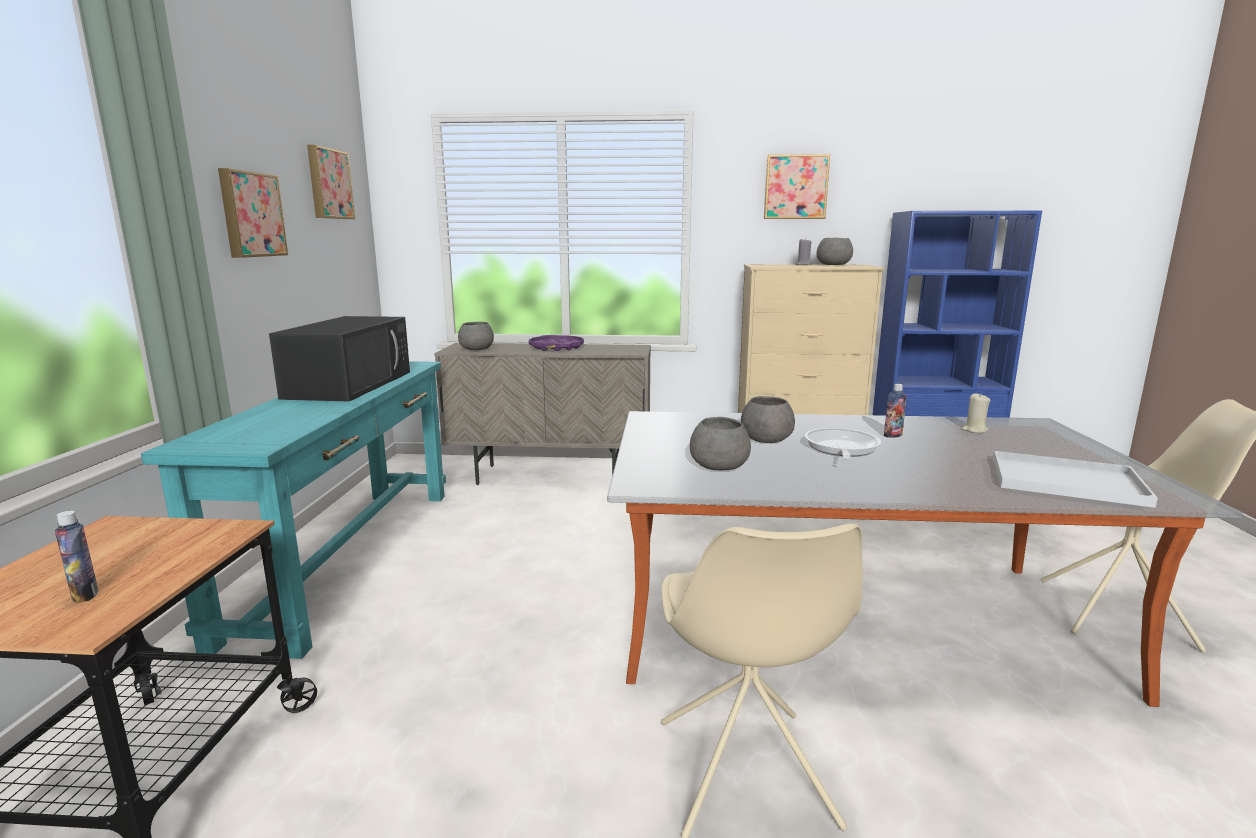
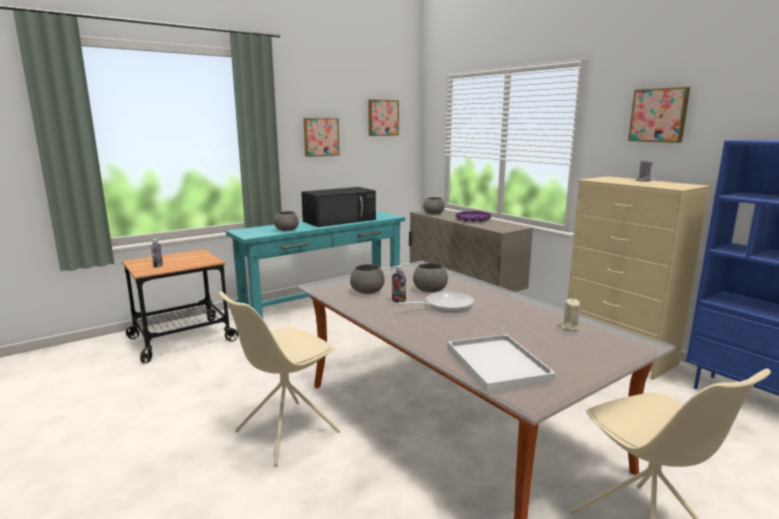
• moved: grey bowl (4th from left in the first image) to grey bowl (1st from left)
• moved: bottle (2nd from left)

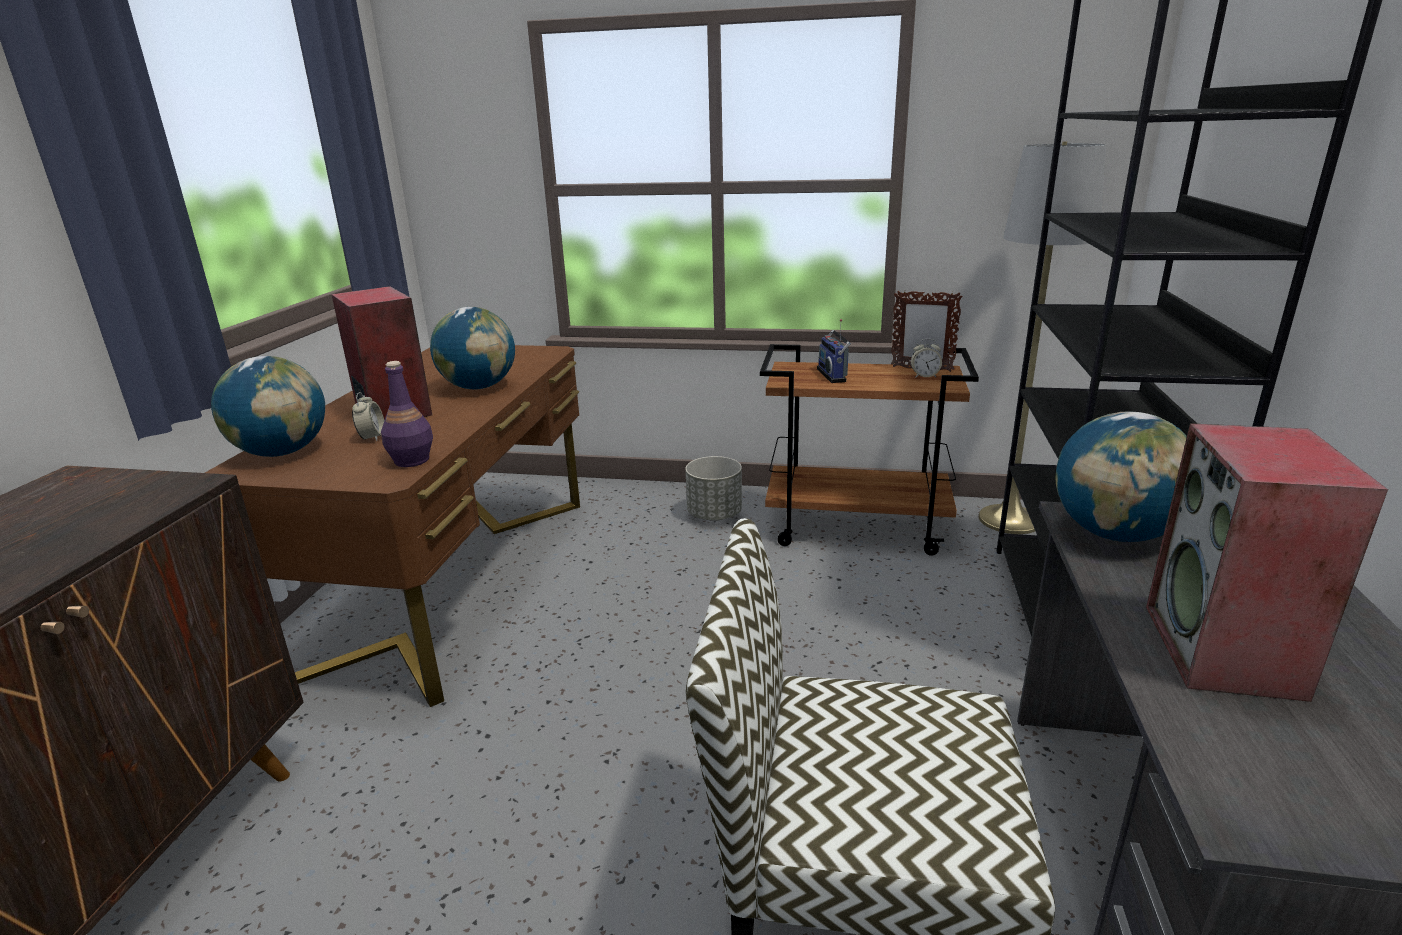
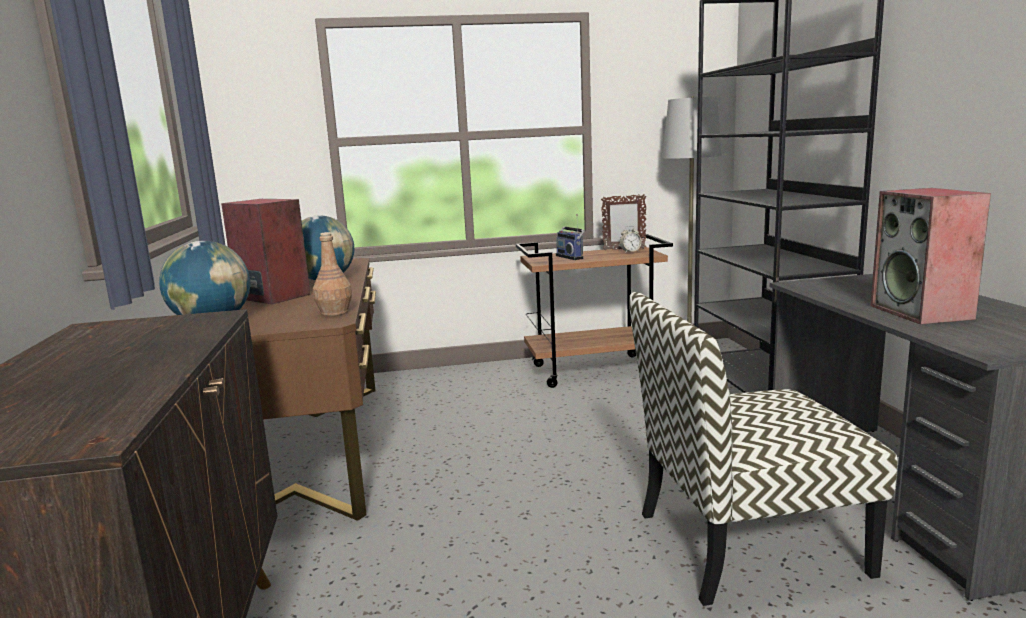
• removed: alarm clock (1st from left)
• removed: grey planter
• removed: globe (3rd from left)
• recoloured: purple bottle to brown bottle

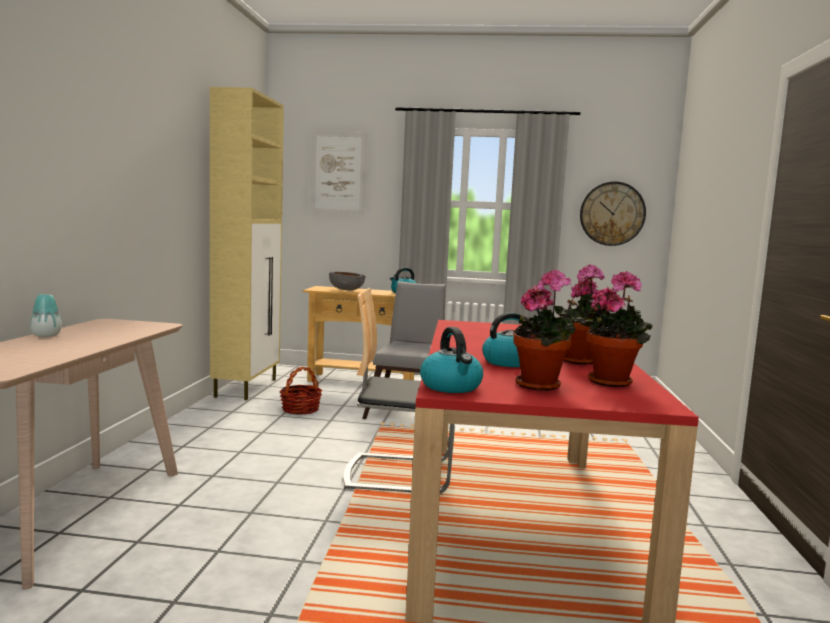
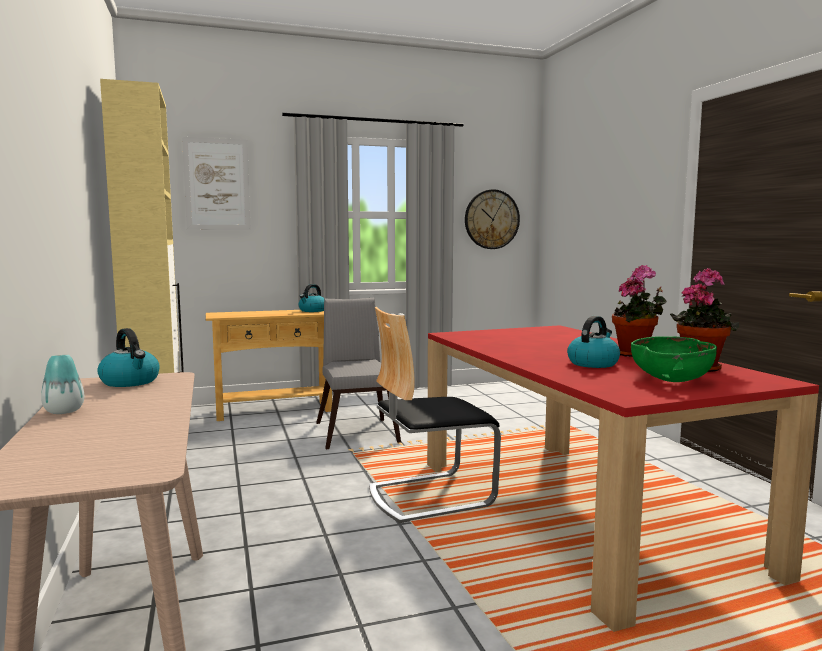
• removed: basket
• removed: grey bowl
• moved: kettle (2nd from left in the first image) to kettle (1st from left)
• replaced: potted plant (1st from left) to green bowl

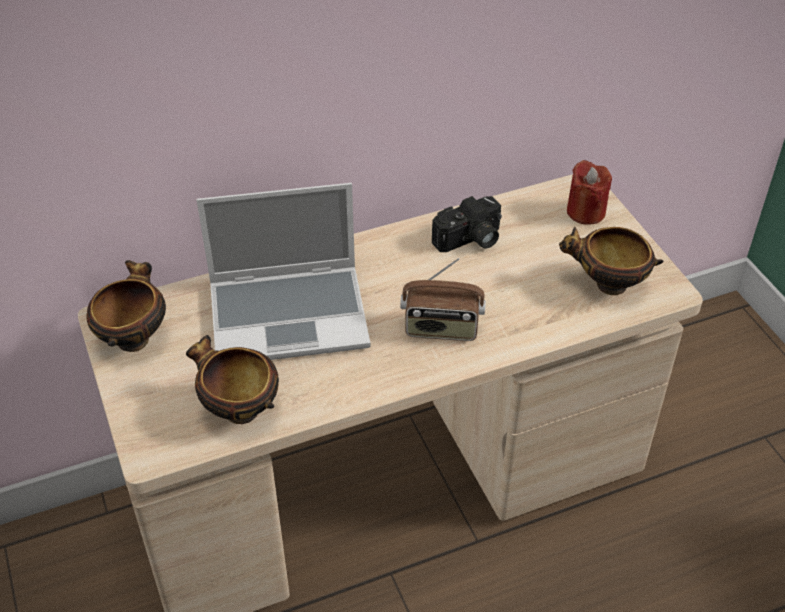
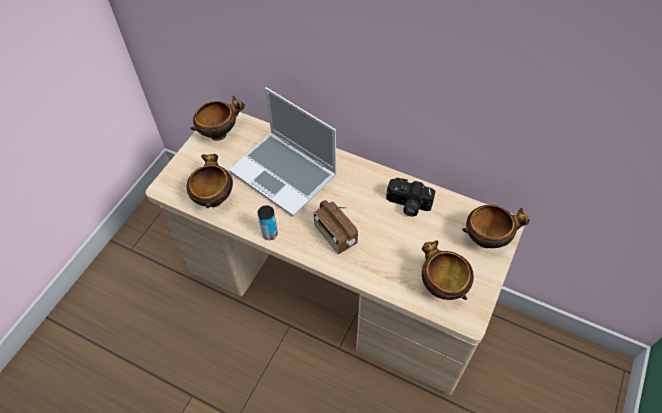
• added: can
• replaced: red candle to bowl (4th from left)

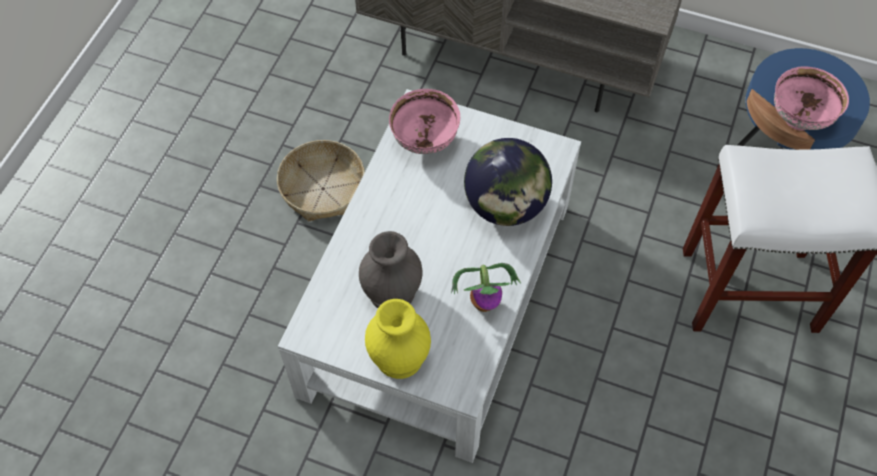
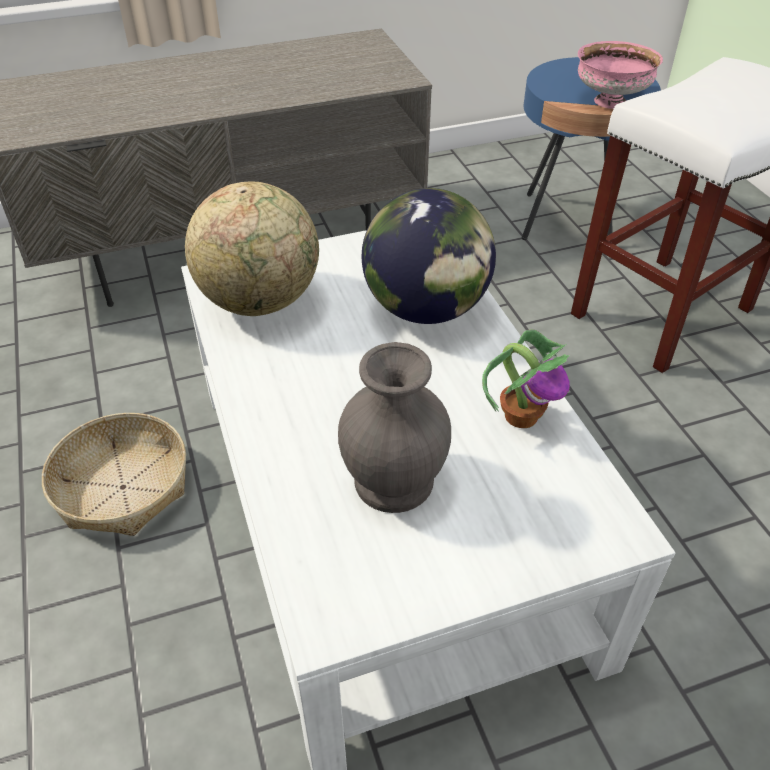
• removed: yellow vase
• replaced: pink bowl (1st from left) to globe (1st from left)

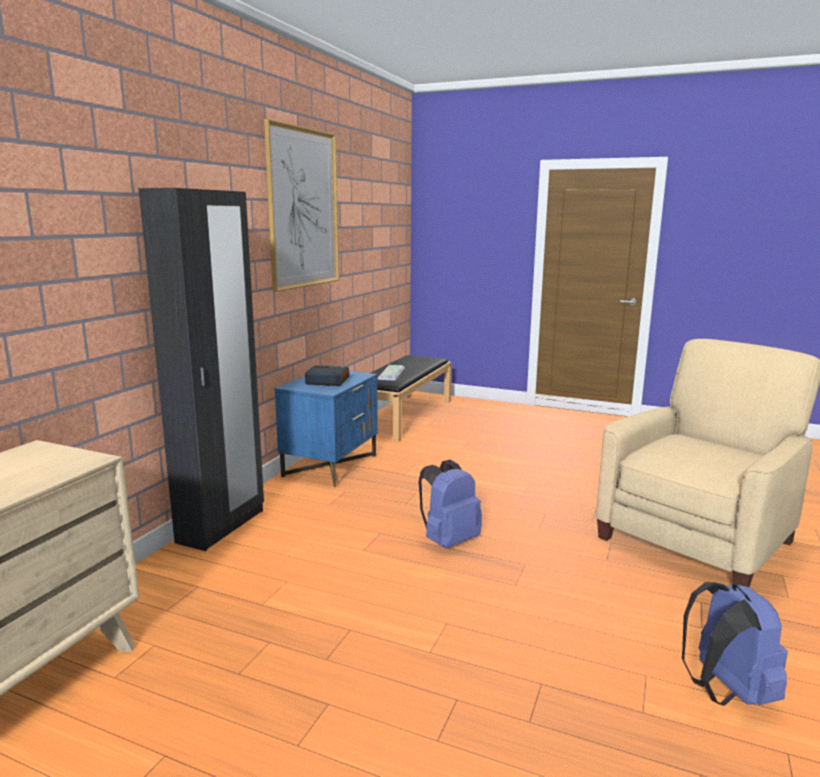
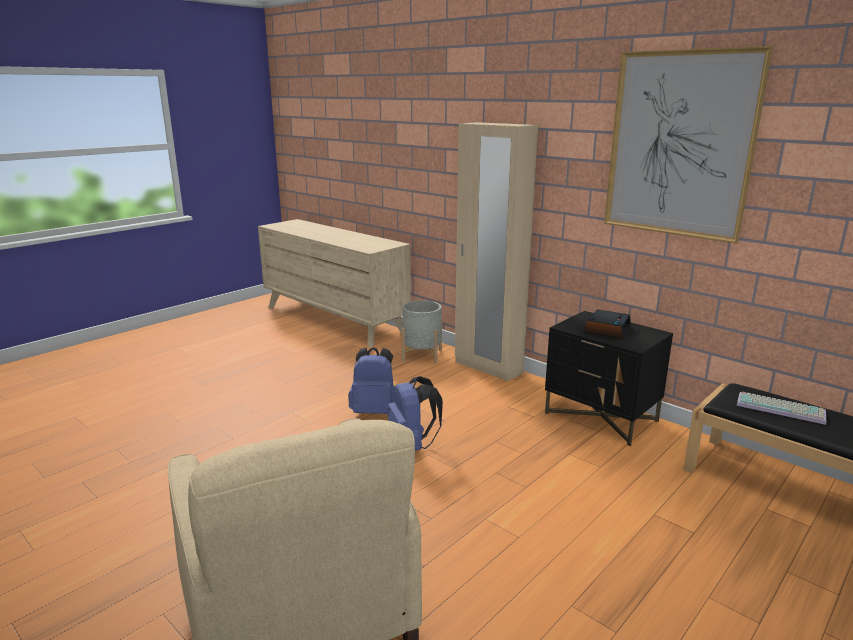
• added: grey planter
• moved: blue backpack (2nd from left in the first image) to blue backpack (1st from left)
• recoloured: black wardrobe to beige wardrobe
• recoloured: blue nightstand to black nightstand

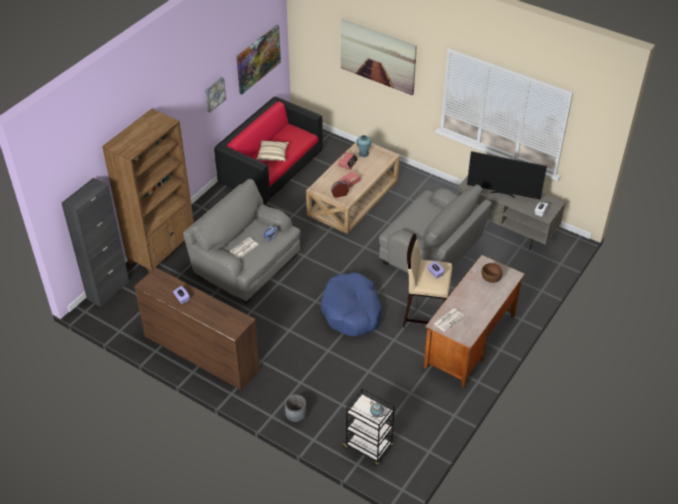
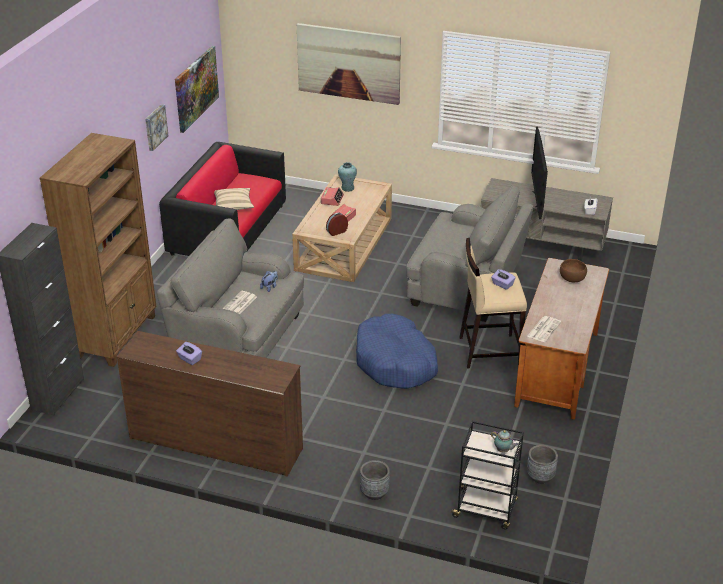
• added: grey planter (2nd from left)
• turned: television 90 degrees clockwise

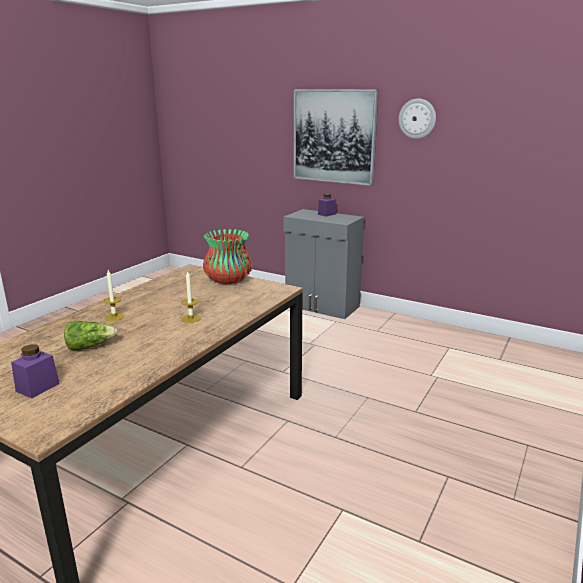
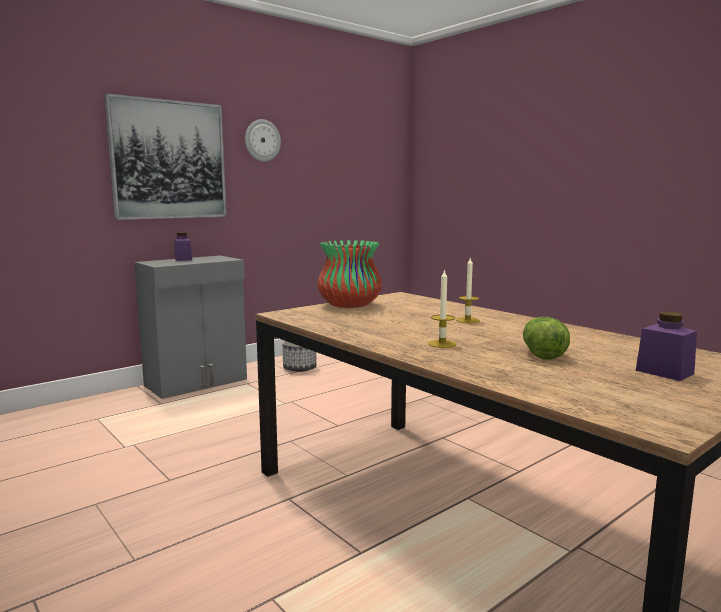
• added: planter

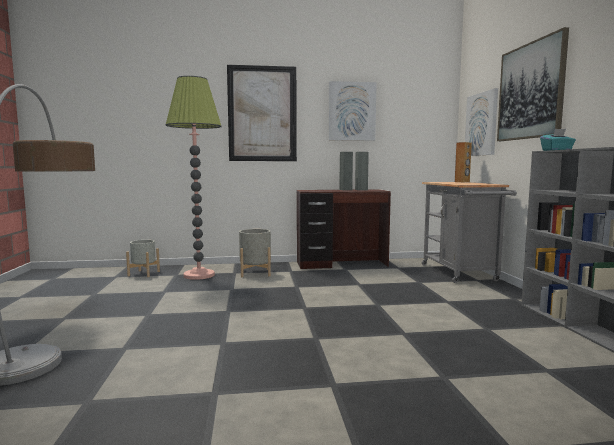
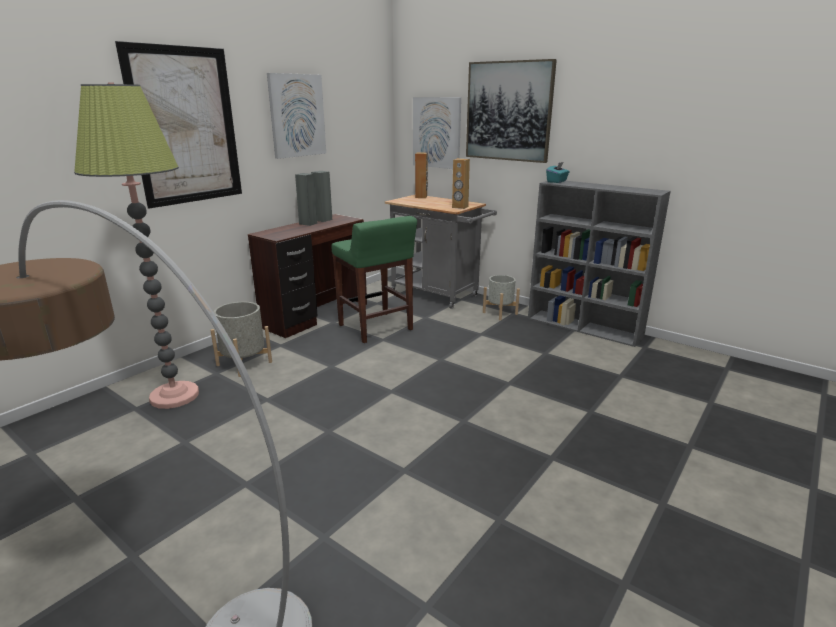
• added: green stool
• added: brown speaker (2nd from left)
• moved: grey planter (1st from left in the first image) to grey planter (2nd from left)

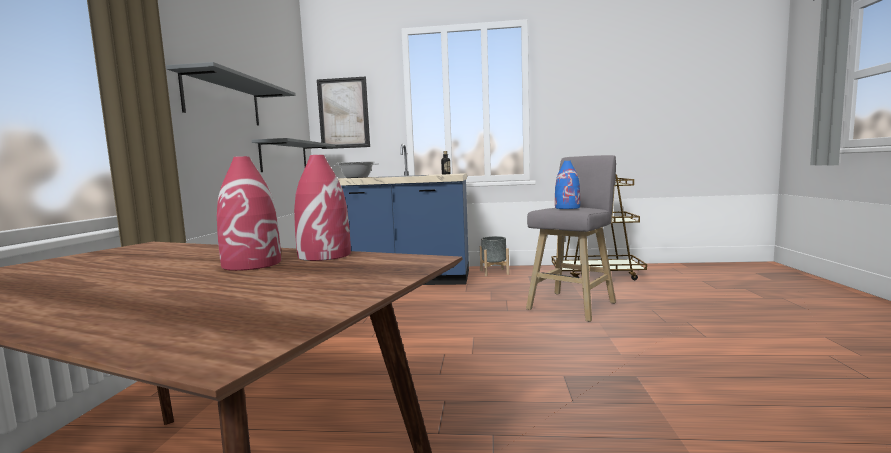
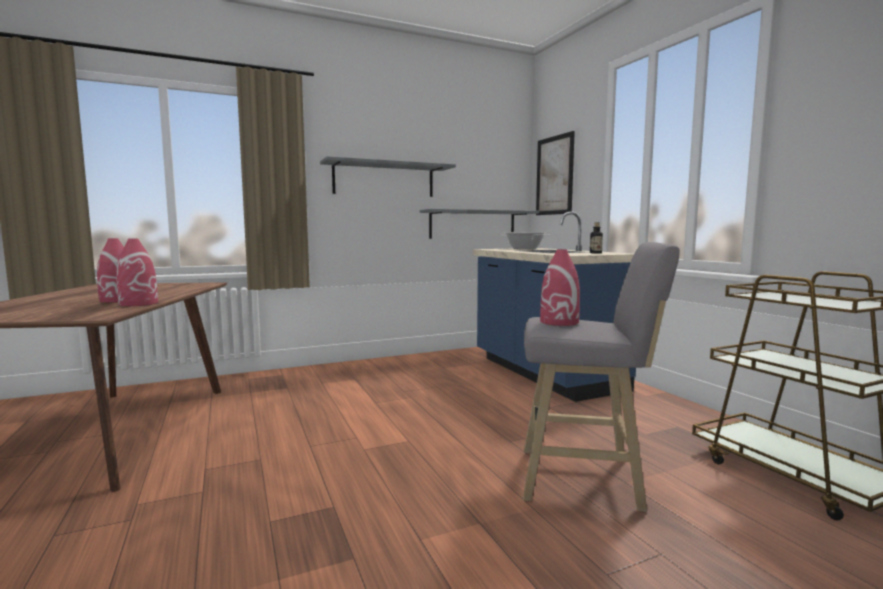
• removed: grey planter
• recoloured: blue vase to red vase (3rd from left)

